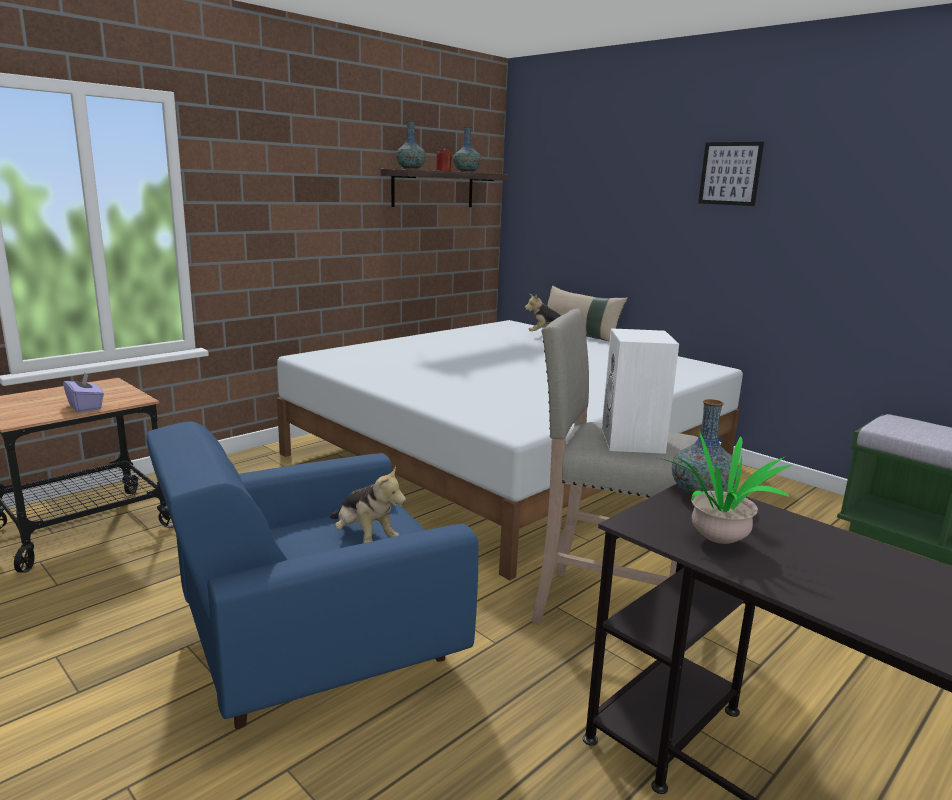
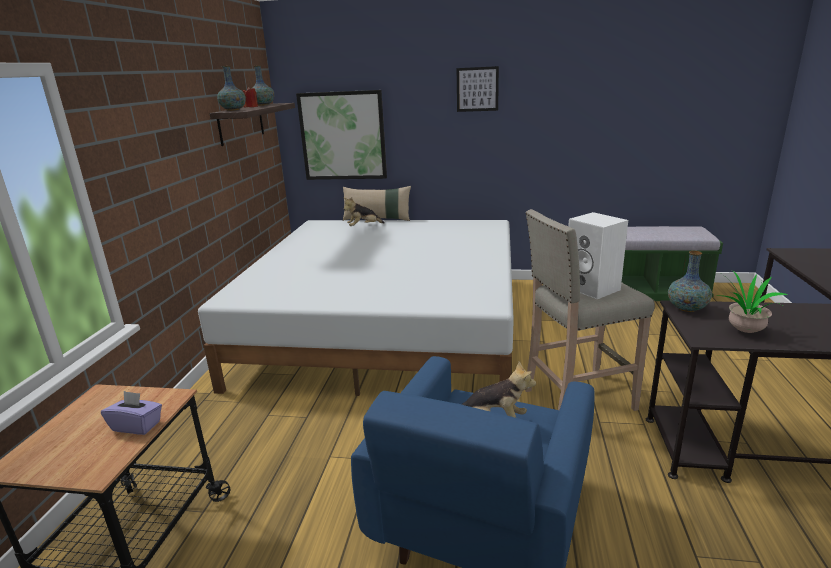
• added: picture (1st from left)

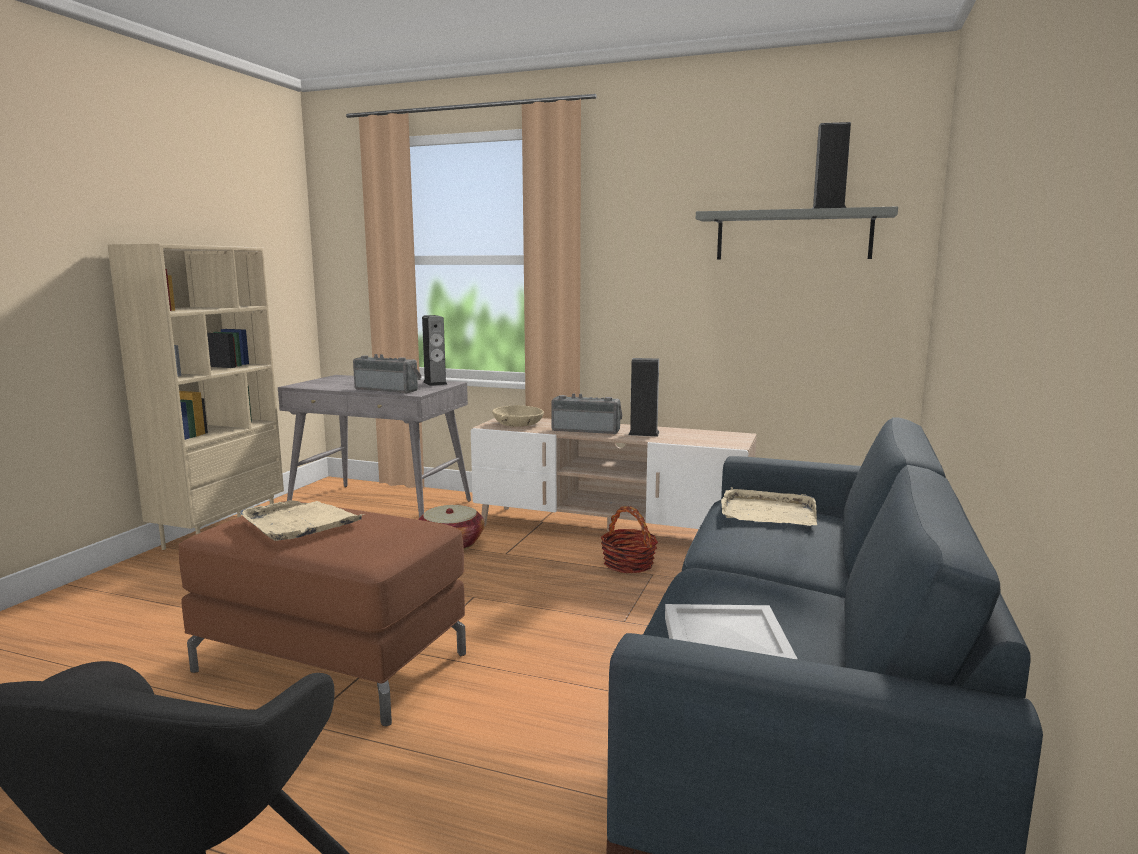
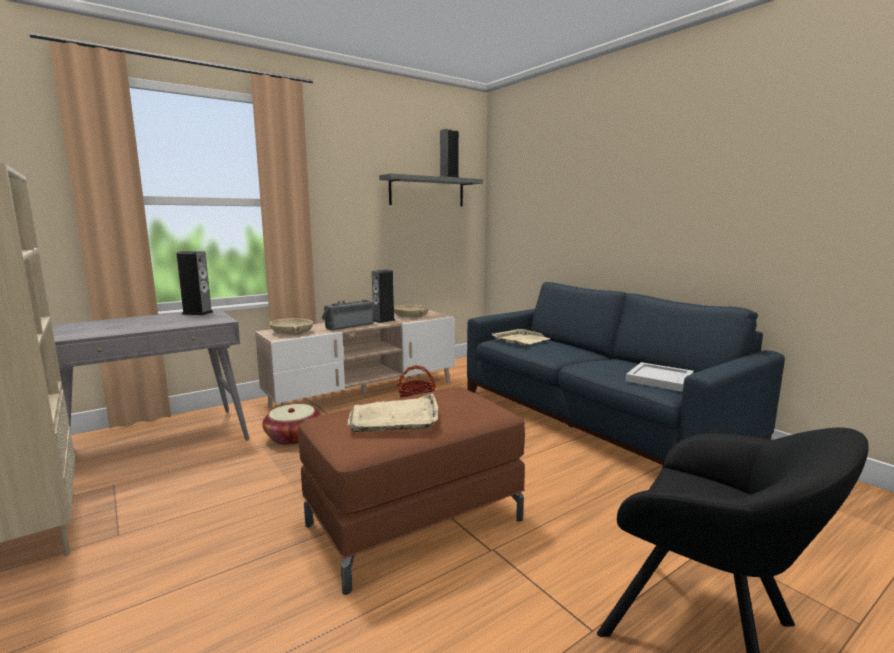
• removed: radio (1st from left)
• added: beige bowl (2nd from left)

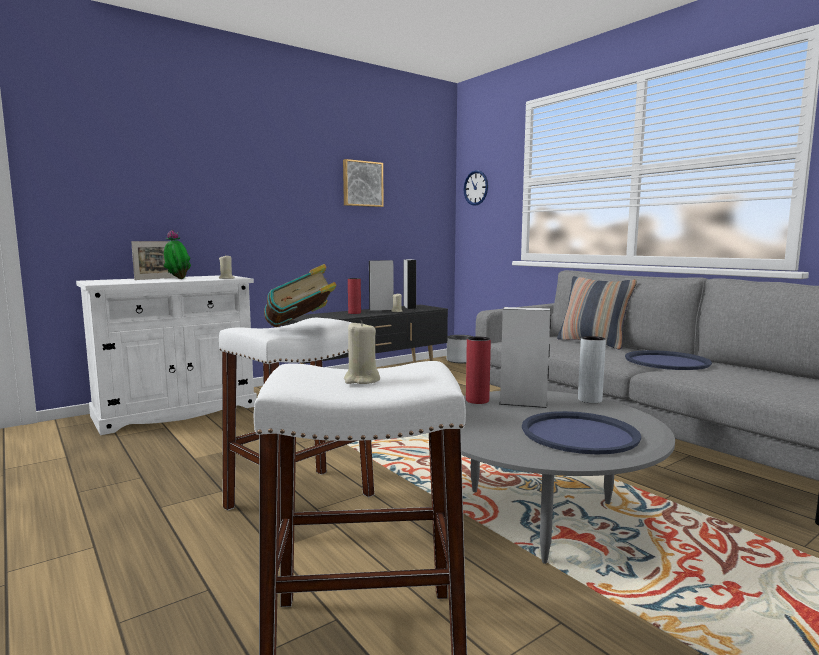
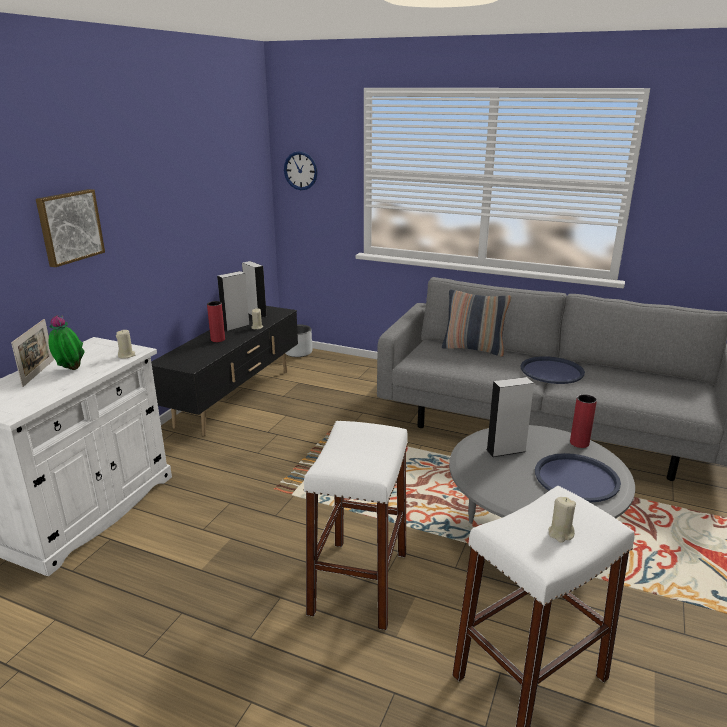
• removed: book
• removed: grey vase
• moved: picture
• moved: red vase (2nd from left)

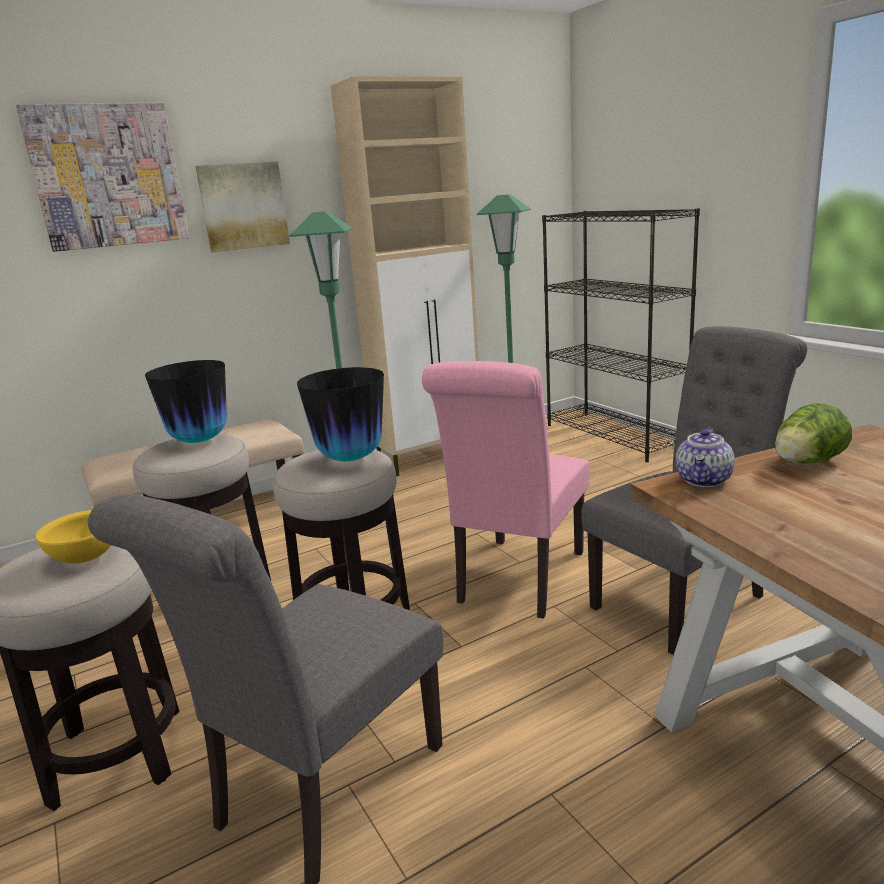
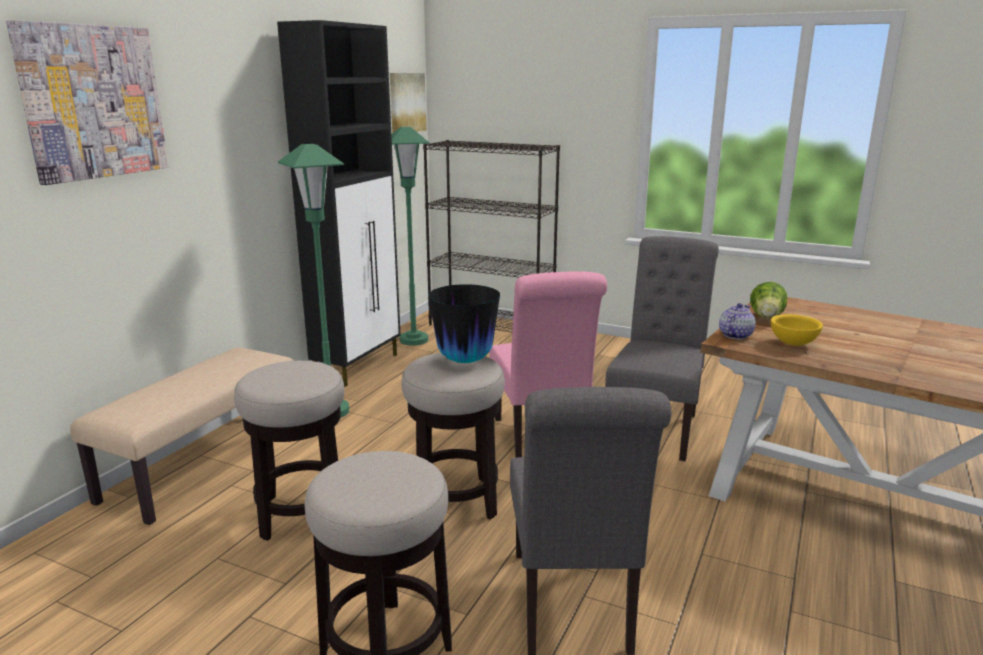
• removed: vase (1st from left)
• moved: yellow bowl
• moved: picture (2nd from left)
• recoloured: beige cabinet to black cabinet
• turned: teapot 135 degrees counterclockwise

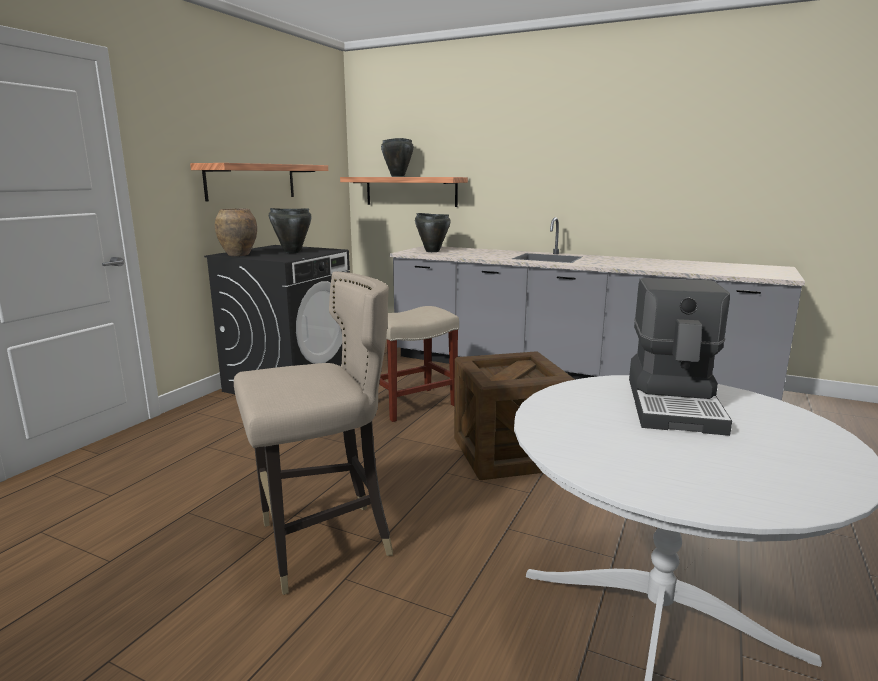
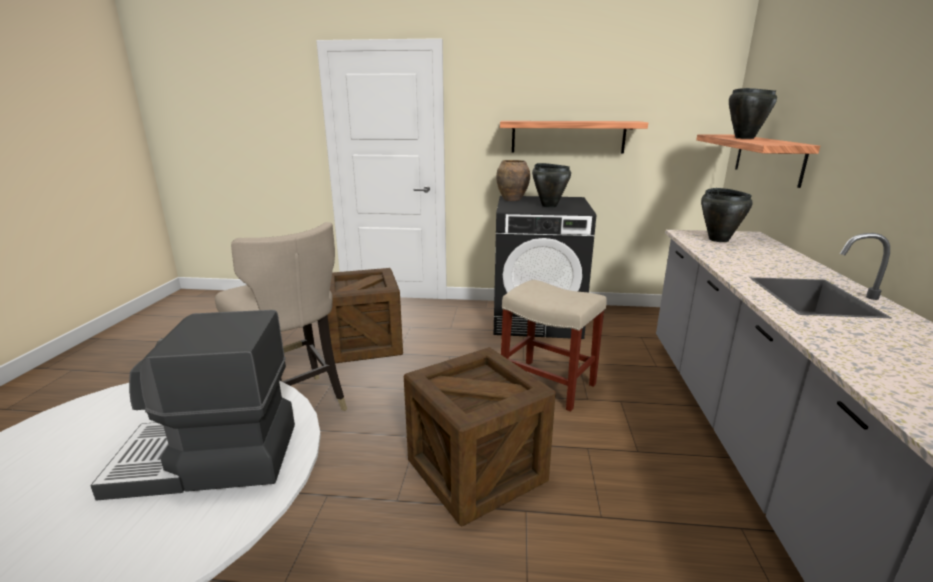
• added: crate (1st from left)

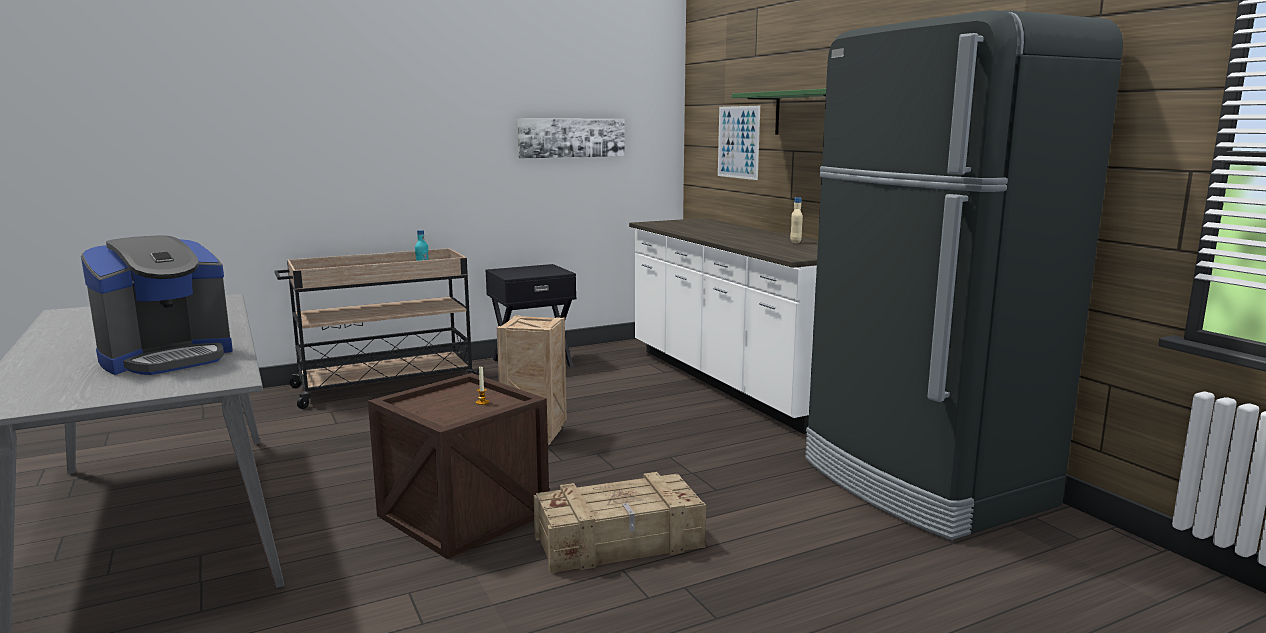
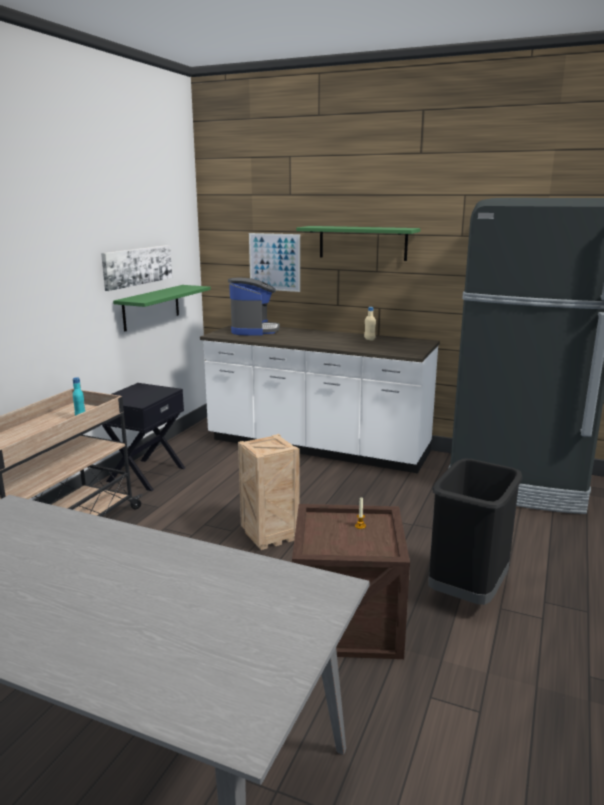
• added: green shelf (1st from left)
• moved: coffee machine
• replaced: crate (3rd from left) to black trash can

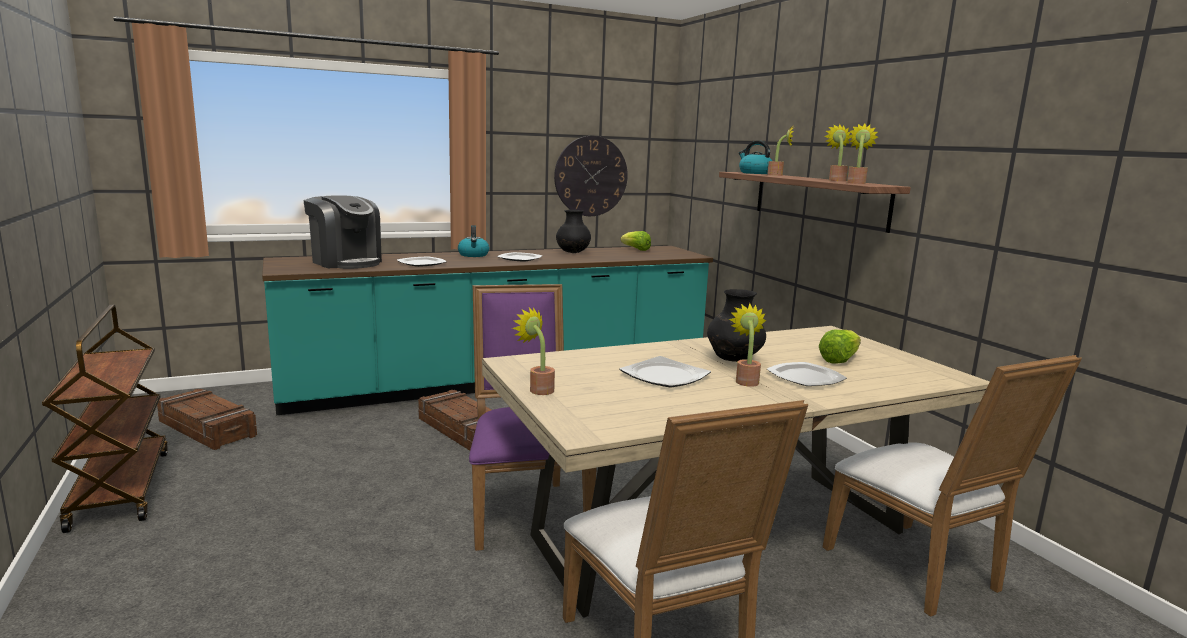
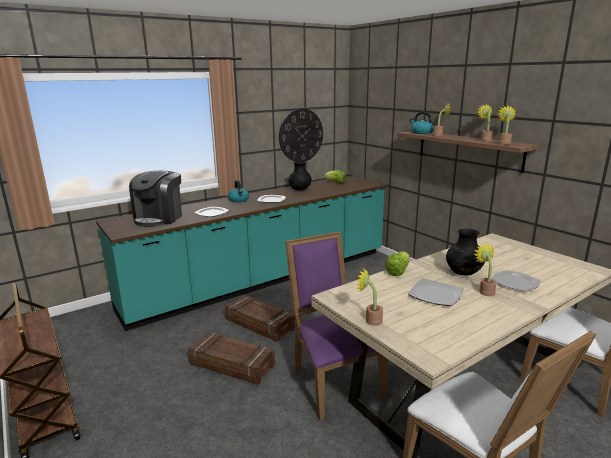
• moved: crate (1st from left)
• moved: lettuce (2nd from left)
• turned: coffee machine 75 degrees clockwise

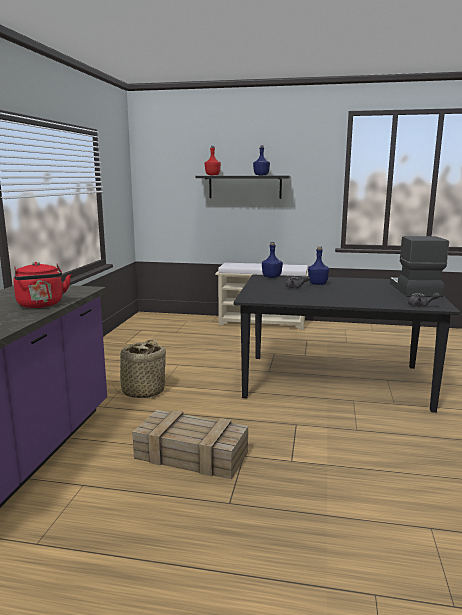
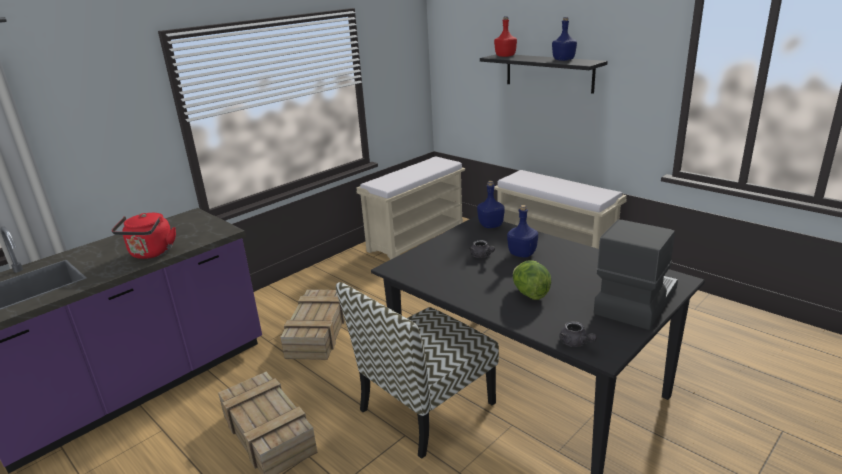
• added: chair
• added: beige bench (1st from left)
• added: lettuce
• replaced: basket to crate (2nd from left)

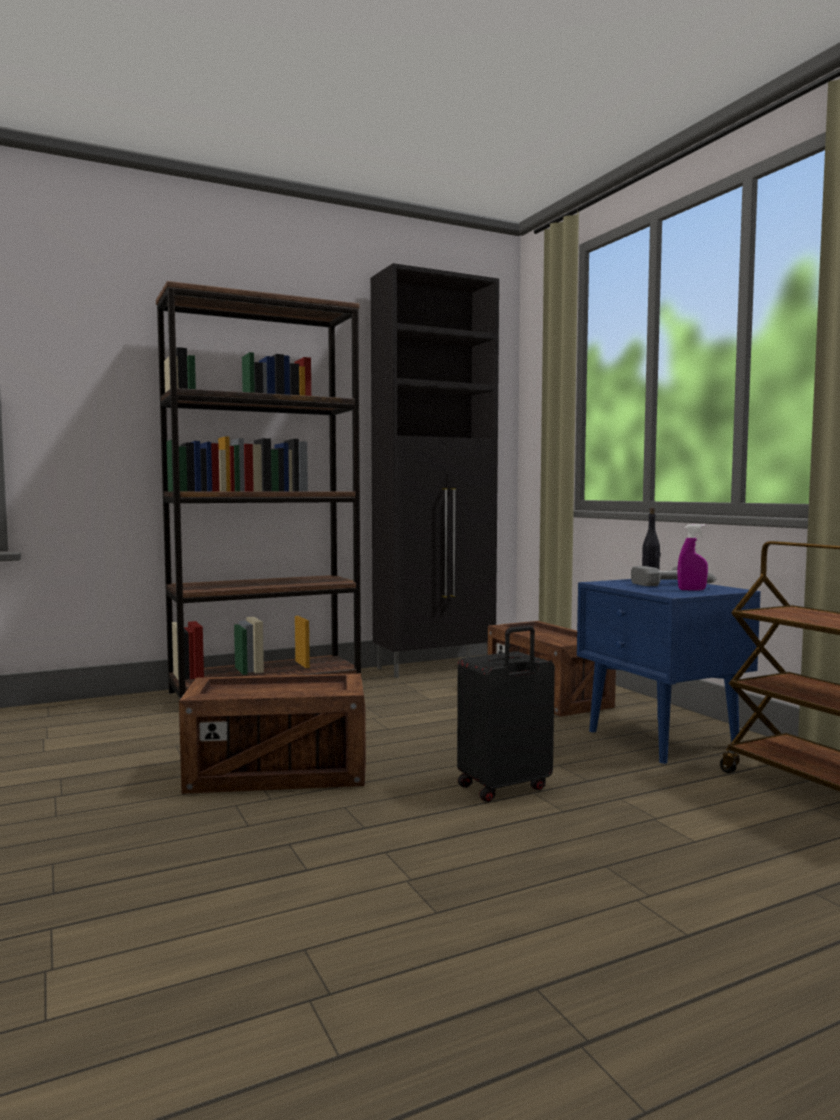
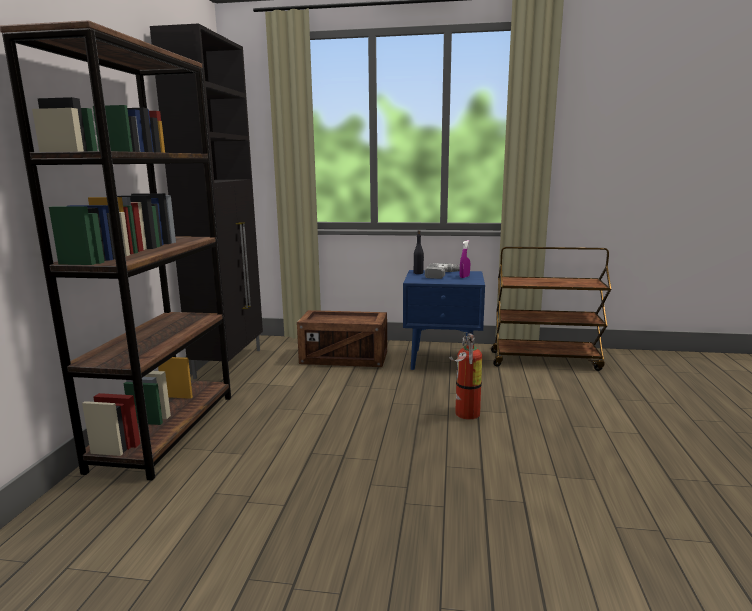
• removed: crate (1st from left)
• replaced: black suitcase to fire extinguisher

